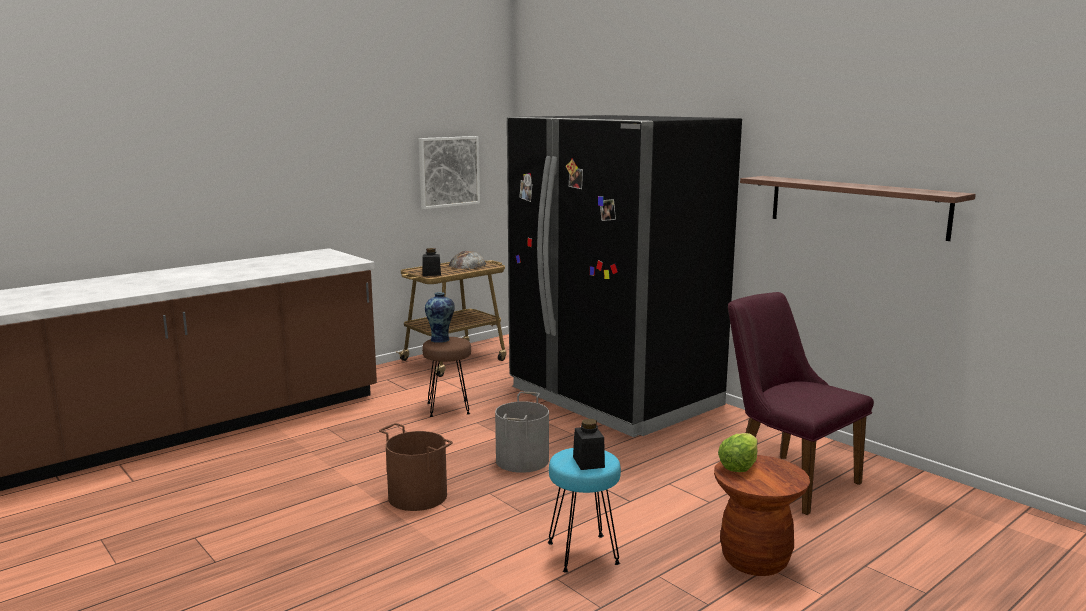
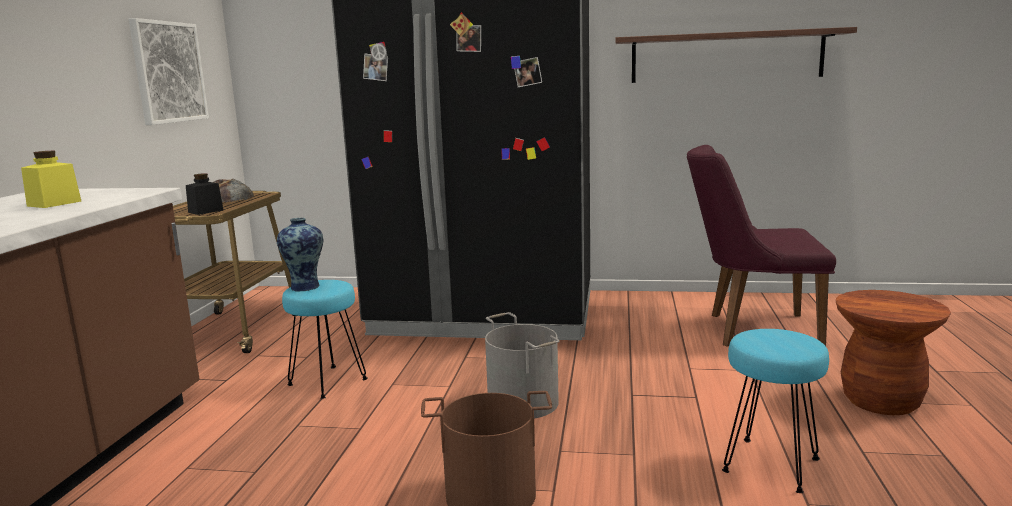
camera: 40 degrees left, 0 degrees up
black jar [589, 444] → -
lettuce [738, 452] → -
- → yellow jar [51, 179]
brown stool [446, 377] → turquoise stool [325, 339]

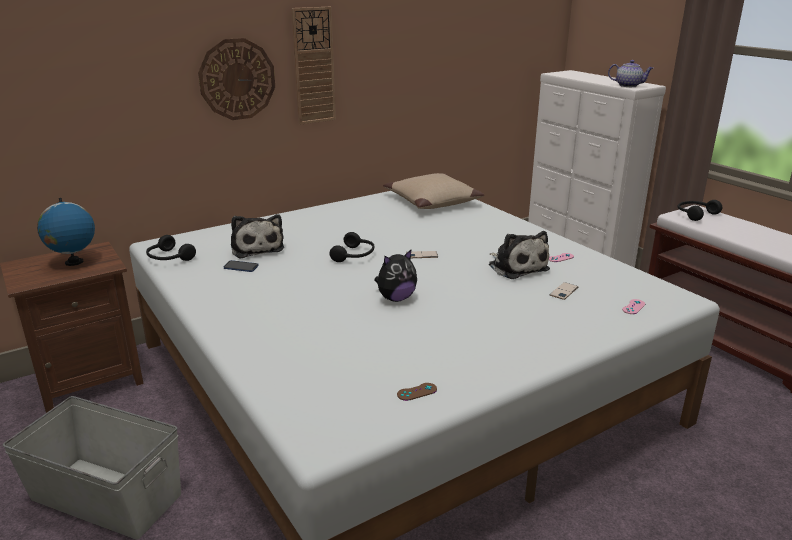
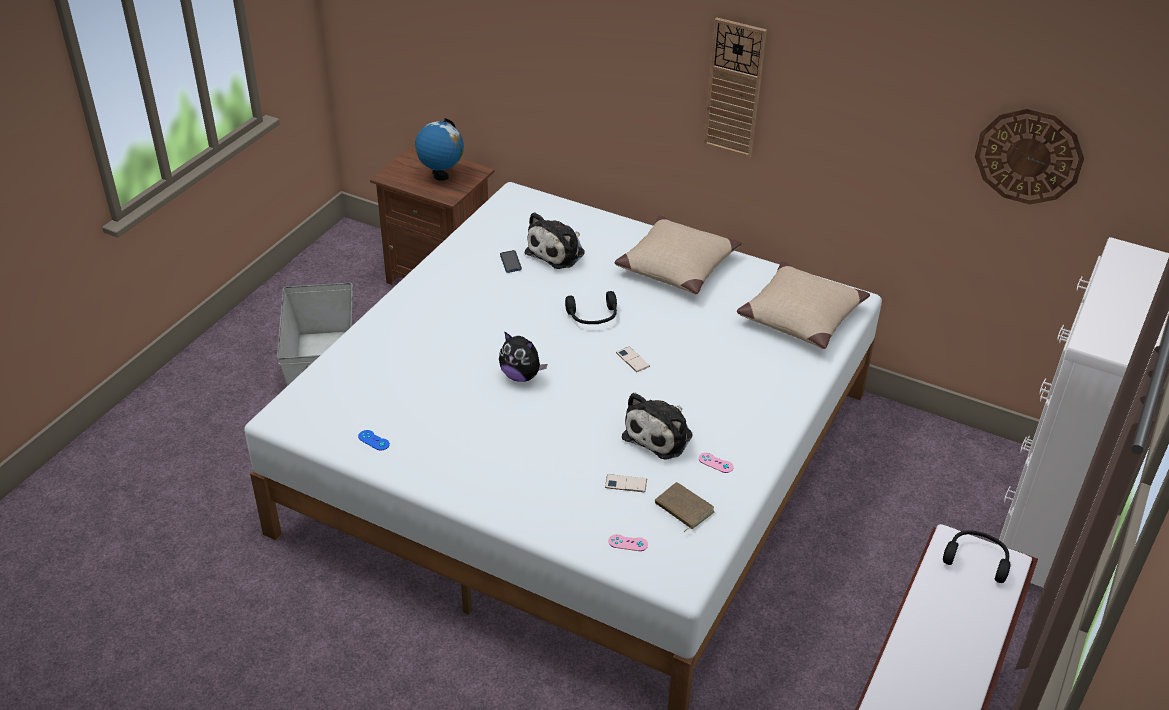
camera: 60 degrees right, 15 degrees up
black headphones [171, 248] → -
teapot [630, 73] → -
- → beige pillow [678, 254]
- → brown book [684, 507]
wall clock [236, 79] → wall clock [1029, 156], shifted
brown game controller [417, 392] → blue game controller [374, 440]

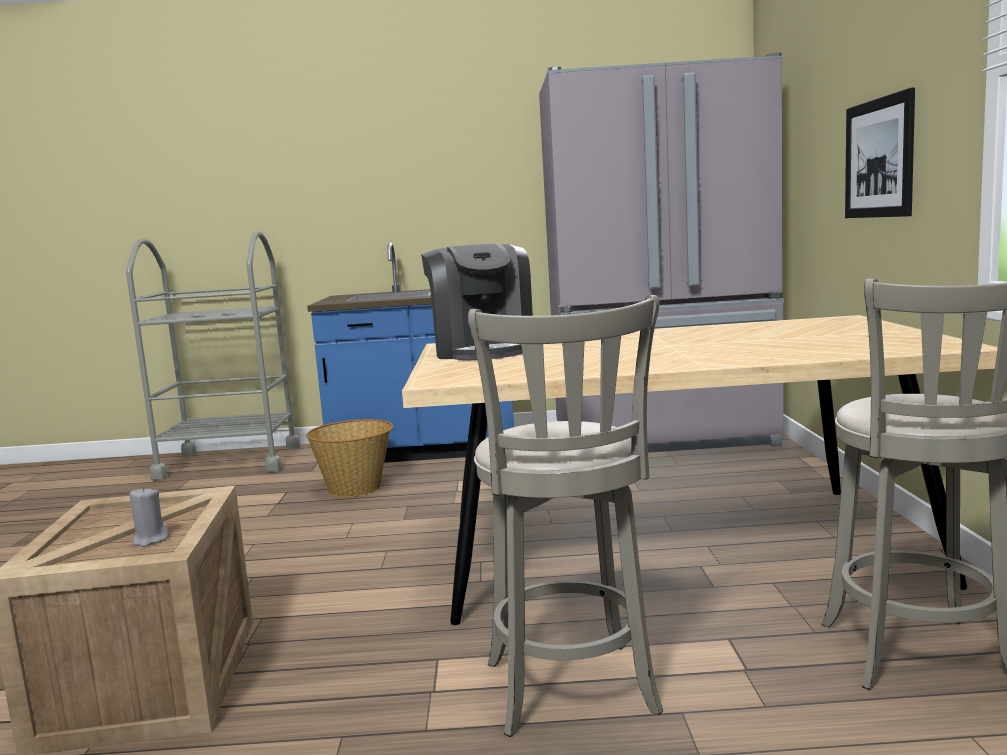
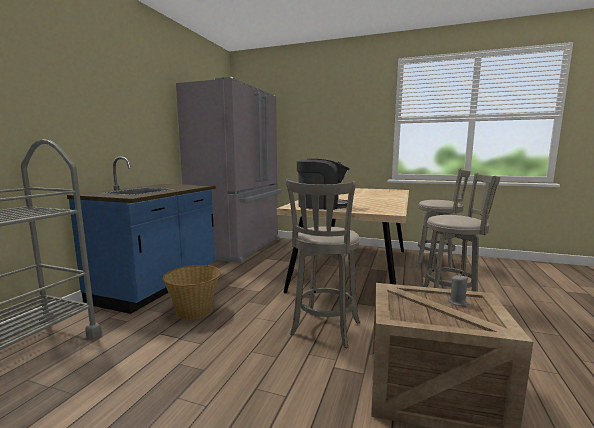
camera: 70 degrees left, 0 degrees up
picture [880, 152] → -
- → grey stool [323, 263]

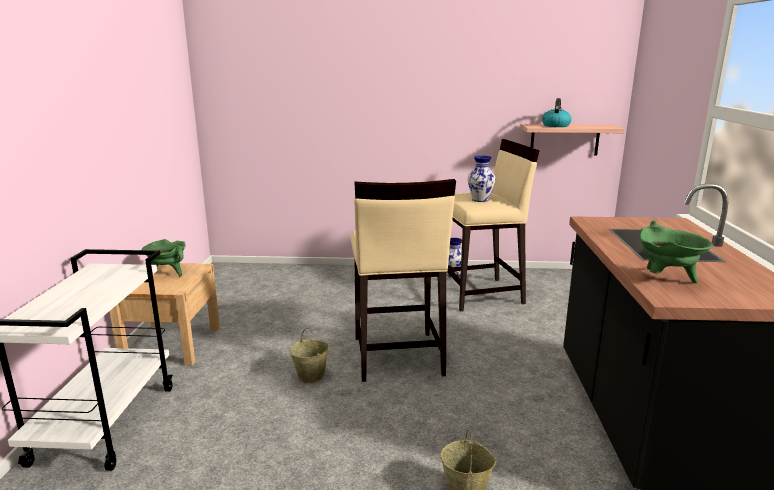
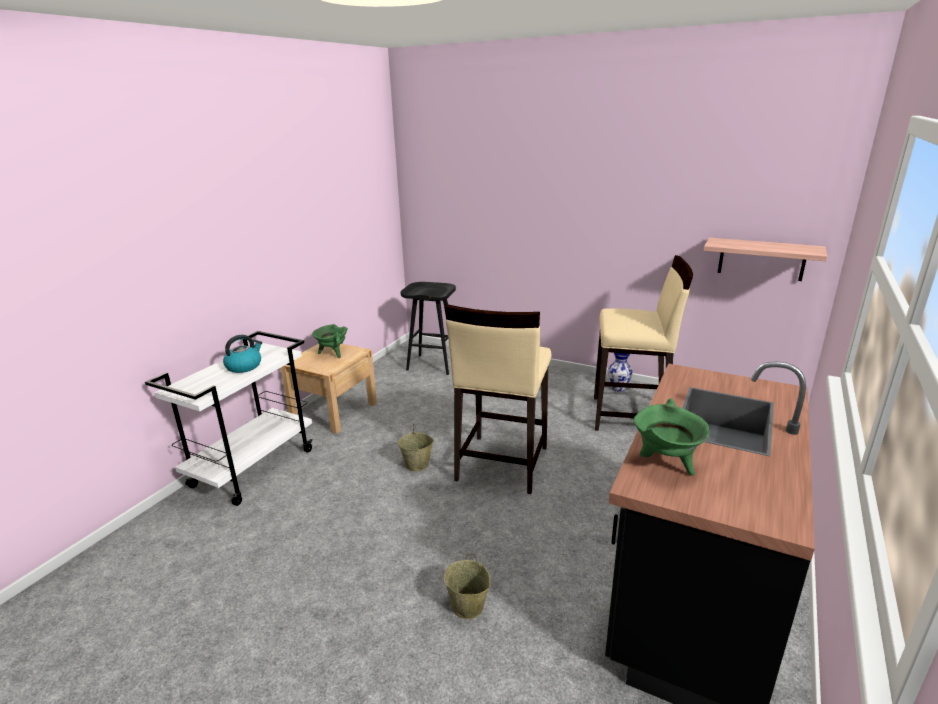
camera: 25 degrees right, 5 degrees up
vase [482, 178] → -
- → black stool [428, 328]
kettle [557, 112] → kettle [242, 354], shifted

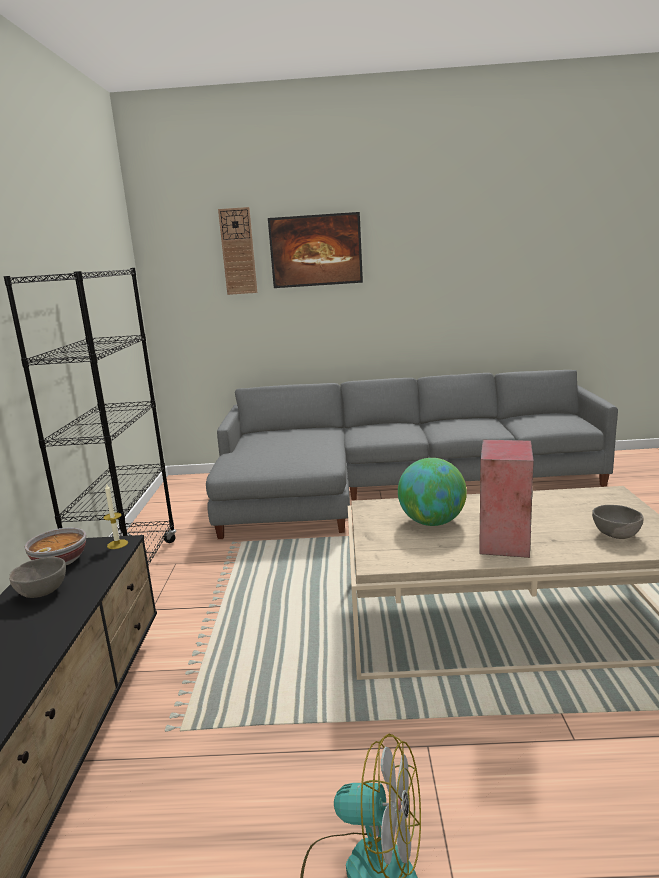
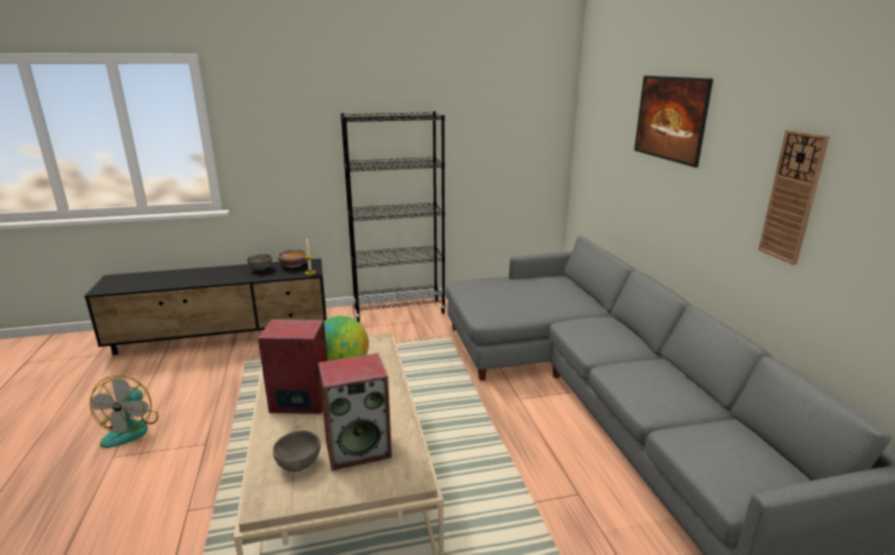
camera: 75 degrees right, 5 degrees up
- → speaker [355, 412]
wall clock [237, 251] → wall clock [794, 197], shifted

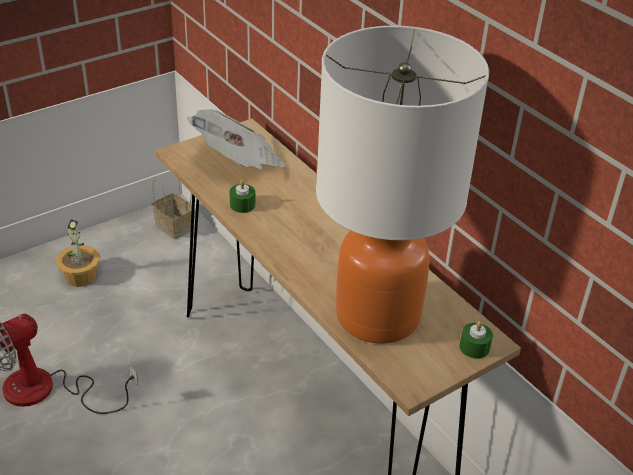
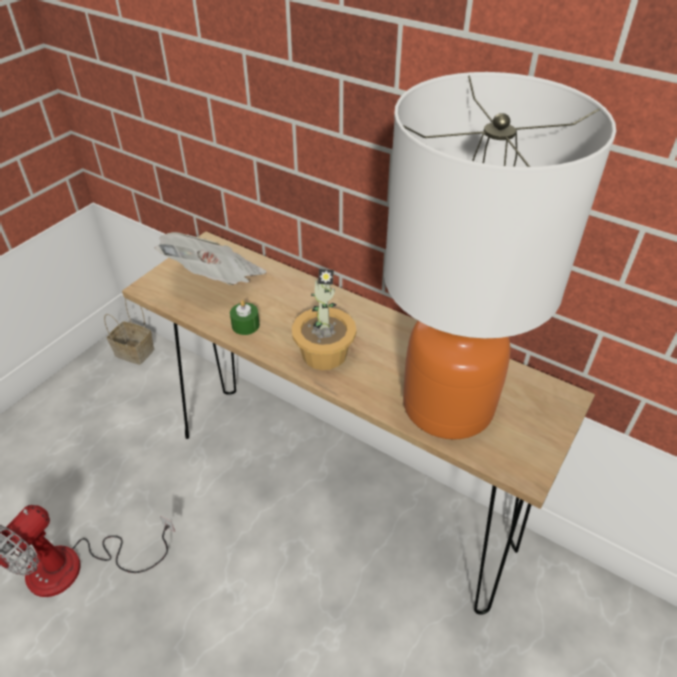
camera: 20 degrees left, 5 degrees up
green candle [476, 340] → -
potted plant [78, 253] → potted plant [324, 319], shifted

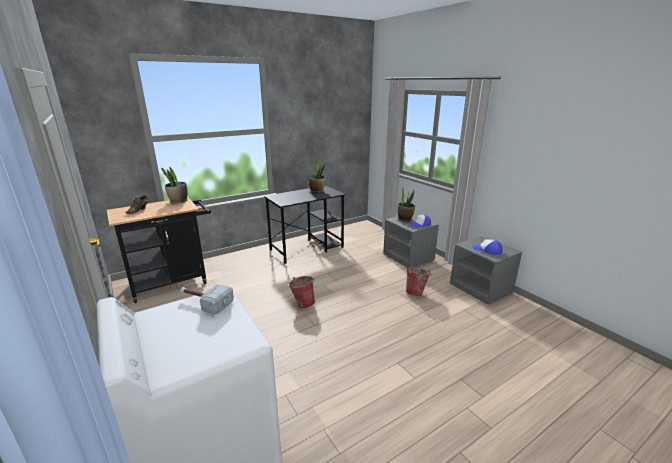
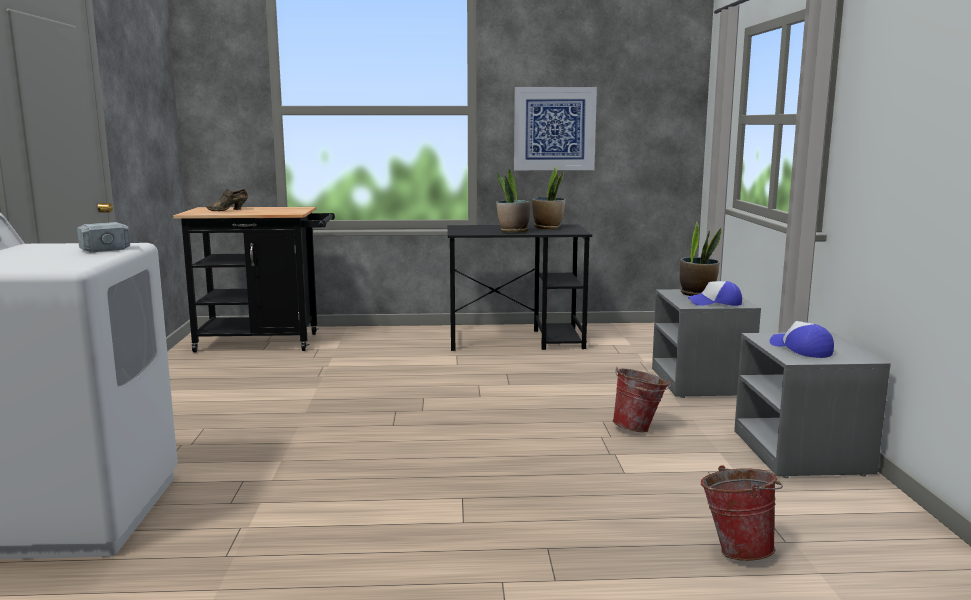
camera: 30 degrees right, 10 degrees down
- → picture [555, 128]
potted plant [174, 185] → potted plant [513, 201], shifted
bucket [302, 292] → bucket [742, 513], shifted

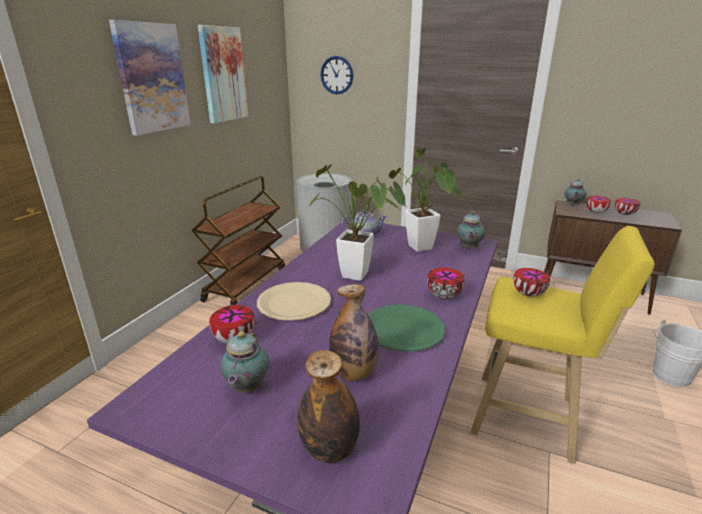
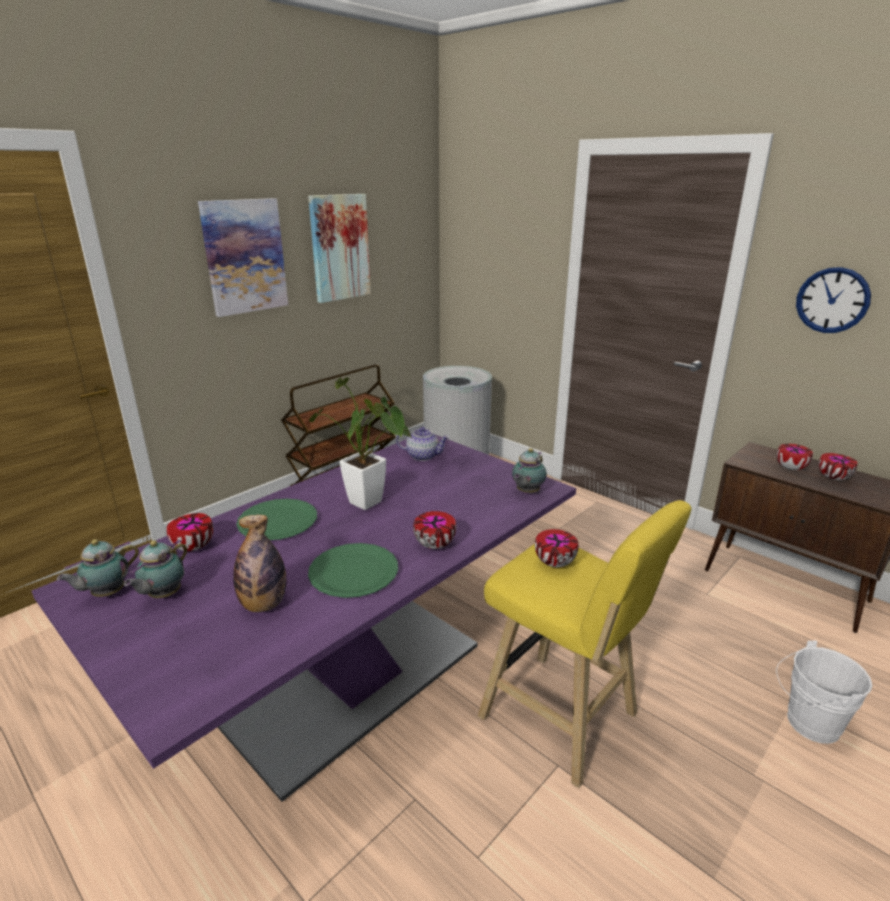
camera: 20 degrees right, 0 degrees up
bottle [328, 406] → -
potted plant [425, 200] → -
wall clock [336, 75] → wall clock [833, 300], shifted
teapot [575, 192] → teapot [98, 568], shifted
beige plate [294, 301] → green plate [276, 519]

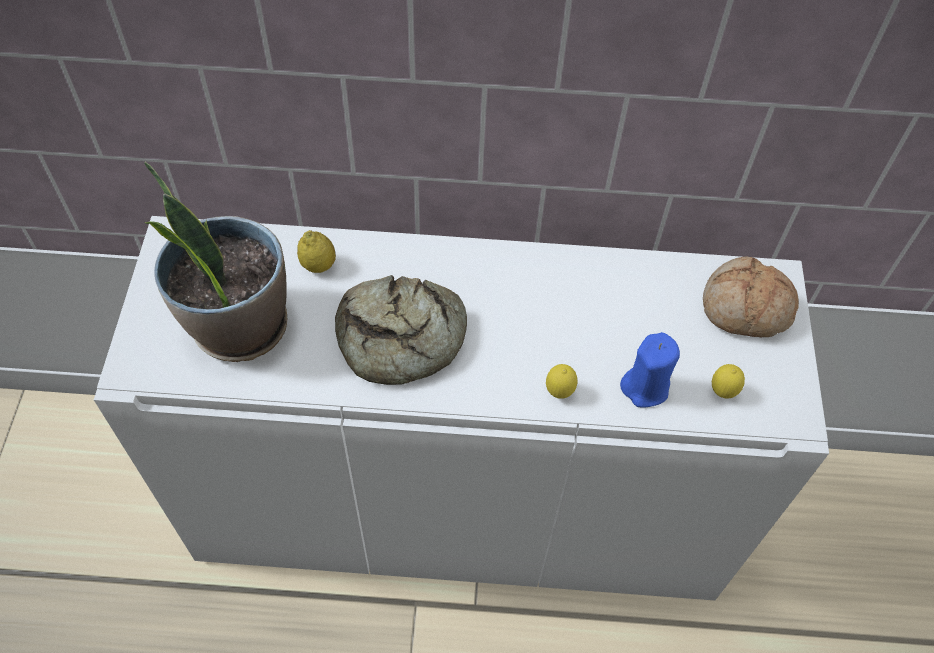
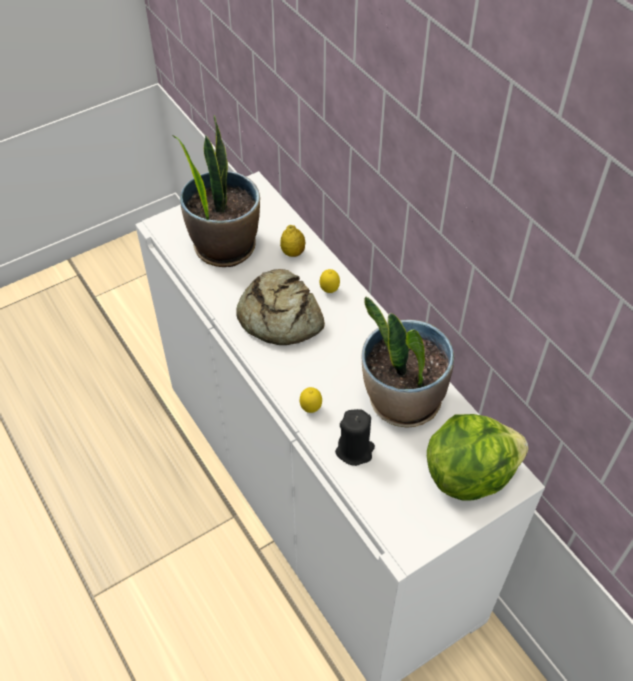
camera: 55 degrees right, 5 degrees down
- → potted plant [407, 362]
lemon [728, 381] → lemon [330, 281], shifted
bread [751, 296] → lettuce [477, 457]
blue candle [650, 370] → black candle [355, 437]

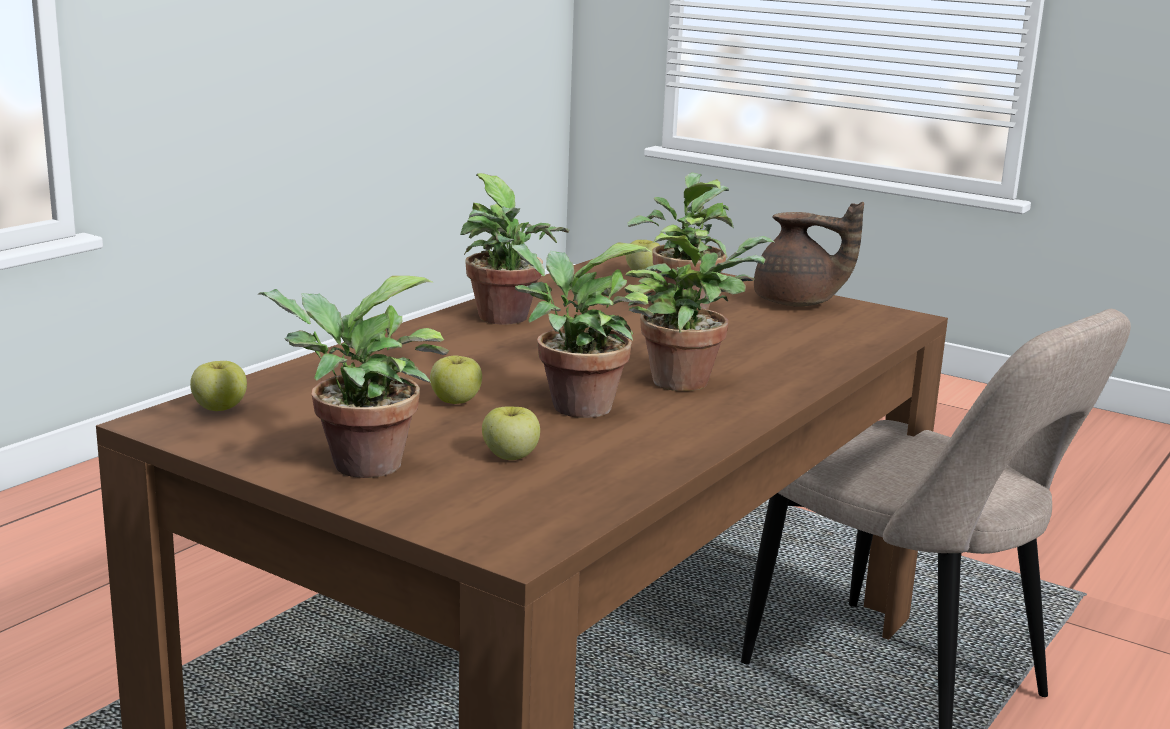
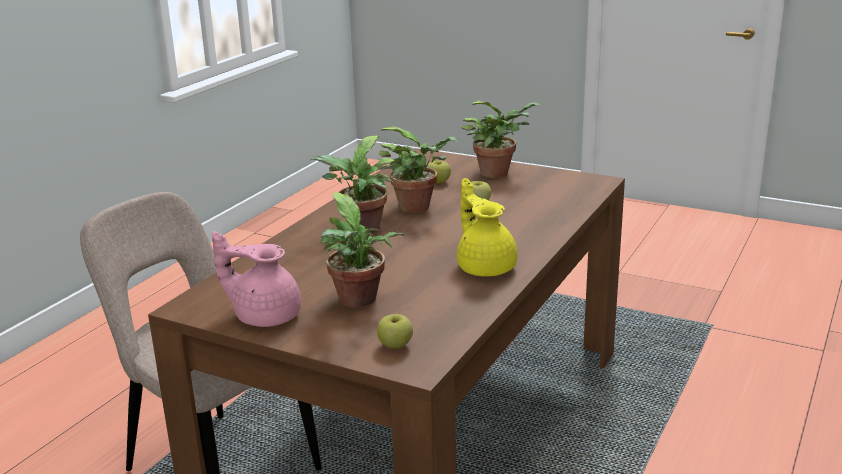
camera: 175 degrees right, 5 degrees up
apple [218, 386] → -
potted plant [514, 249] → yellow teapot [487, 227]
brown teapot [809, 254] → pink teapot [256, 279]

